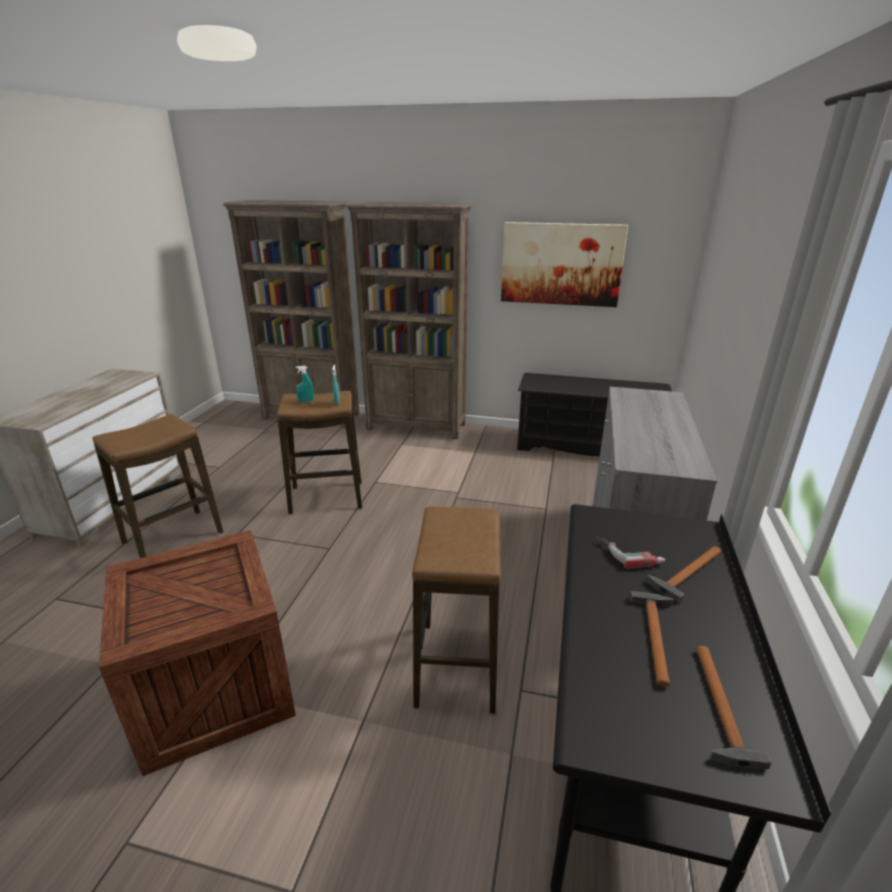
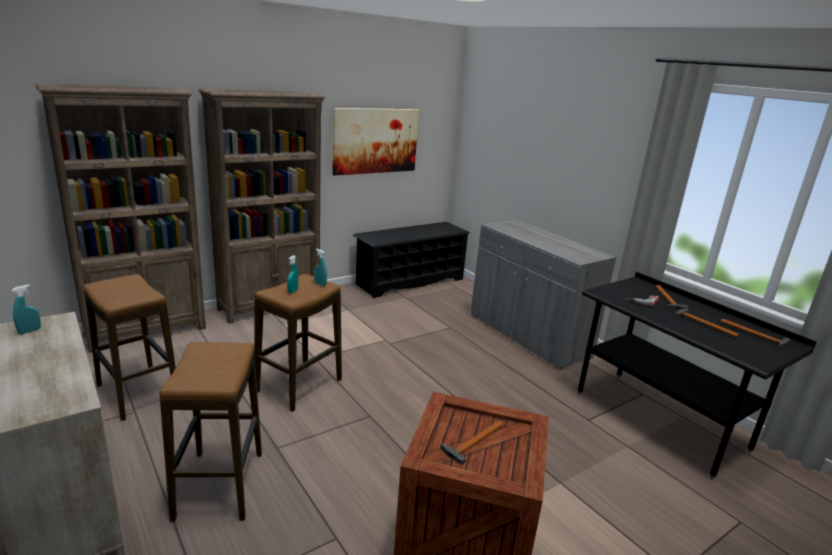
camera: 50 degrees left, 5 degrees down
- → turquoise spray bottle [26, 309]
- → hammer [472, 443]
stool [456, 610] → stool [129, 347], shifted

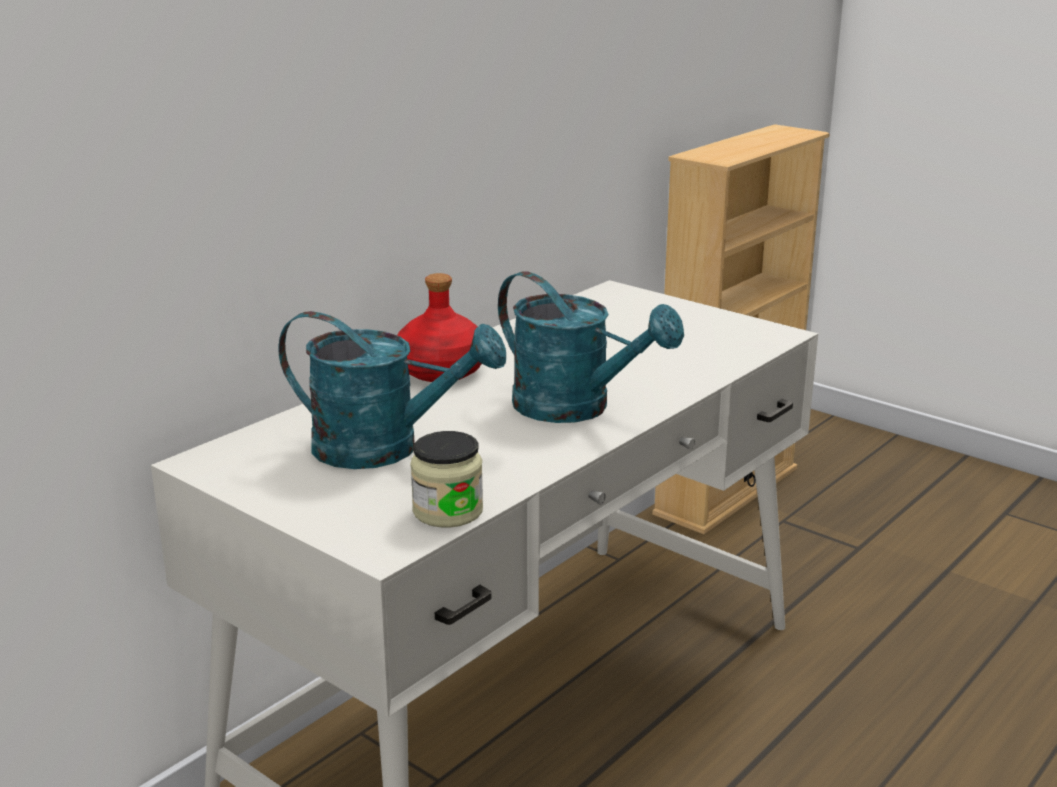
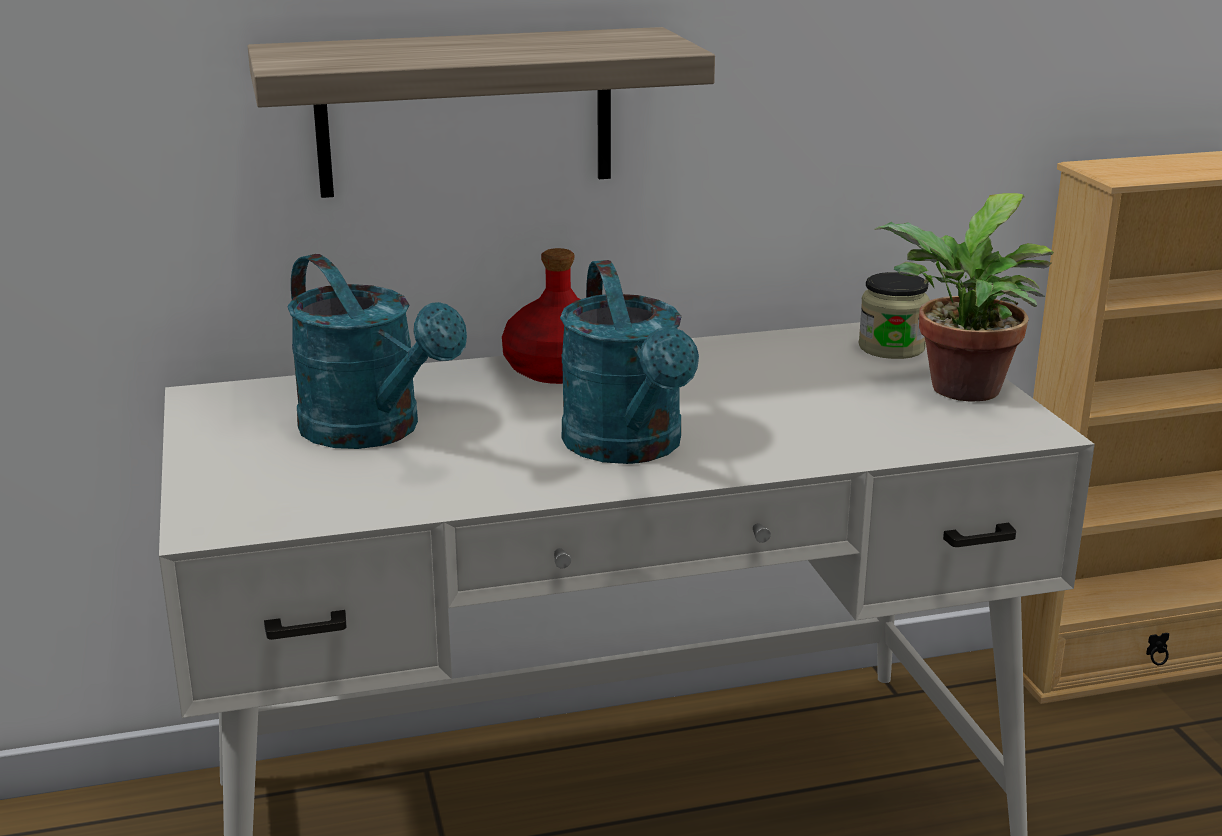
camera: 35 degrees right, 0 degrees up
- → shelf [481, 112]
- → potted plant [964, 297]
jar [446, 479] → jar [894, 315], shifted

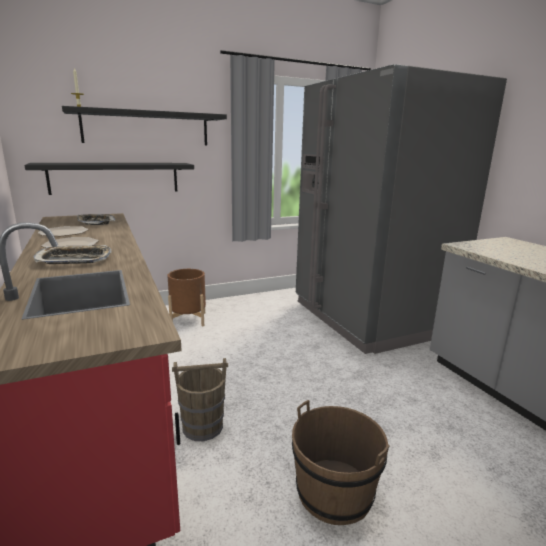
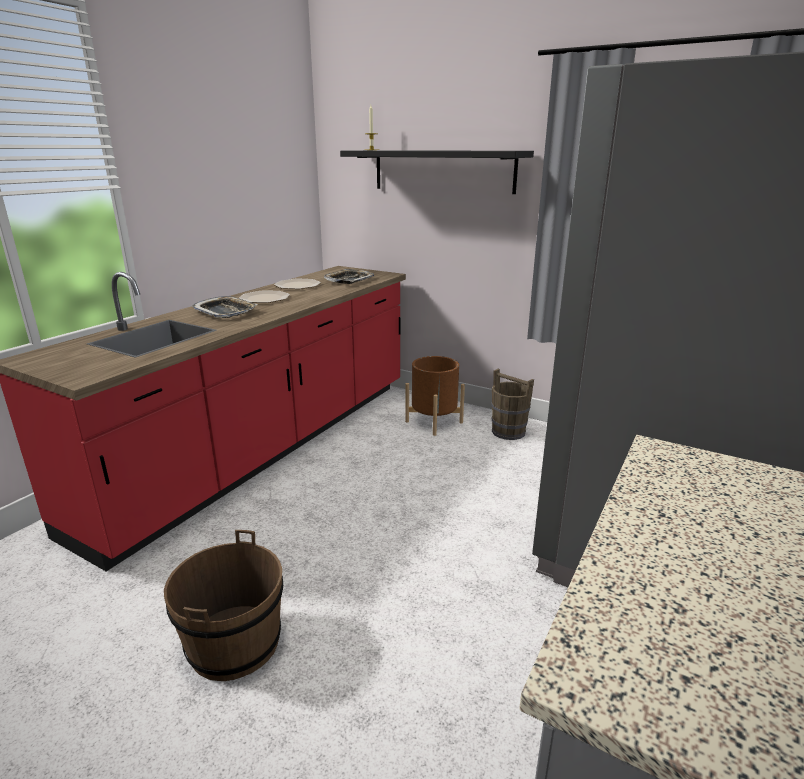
camera: 55 degrees right, 5 degrees up
black shelf [109, 179] → -
brown bucket [200, 399] → brown bucket [512, 404], shifted

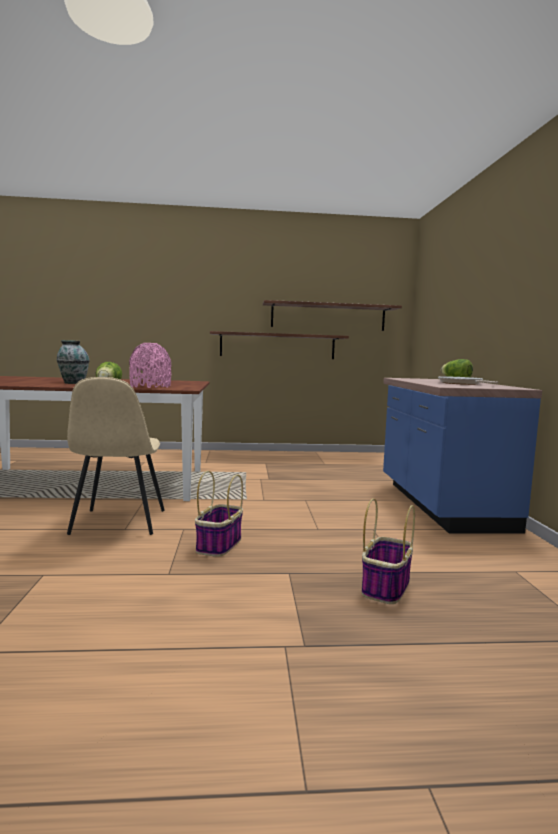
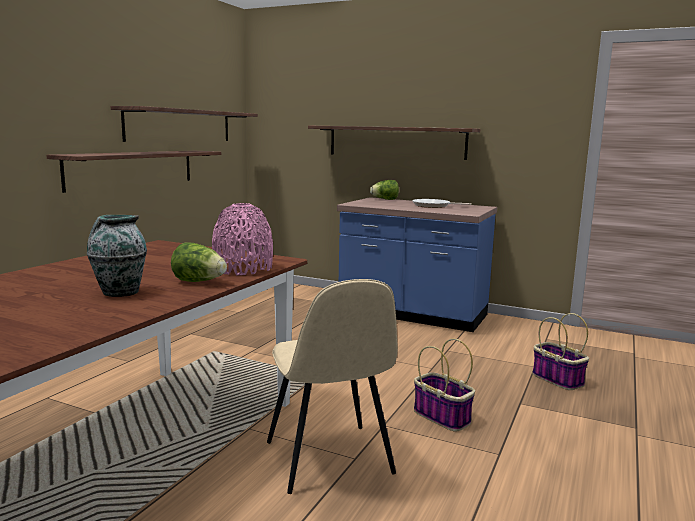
camera: 60 degrees left, 5 degrees up
- → shelf [394, 142]
beige chair [116, 456] → beige chair [332, 386], 45 degrees clockwise

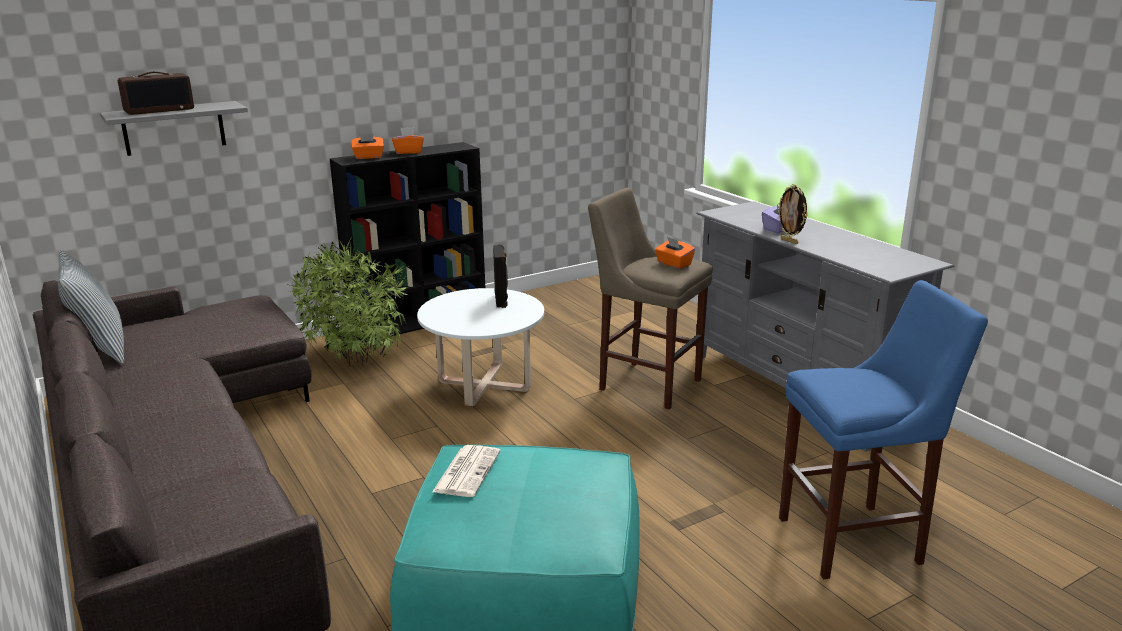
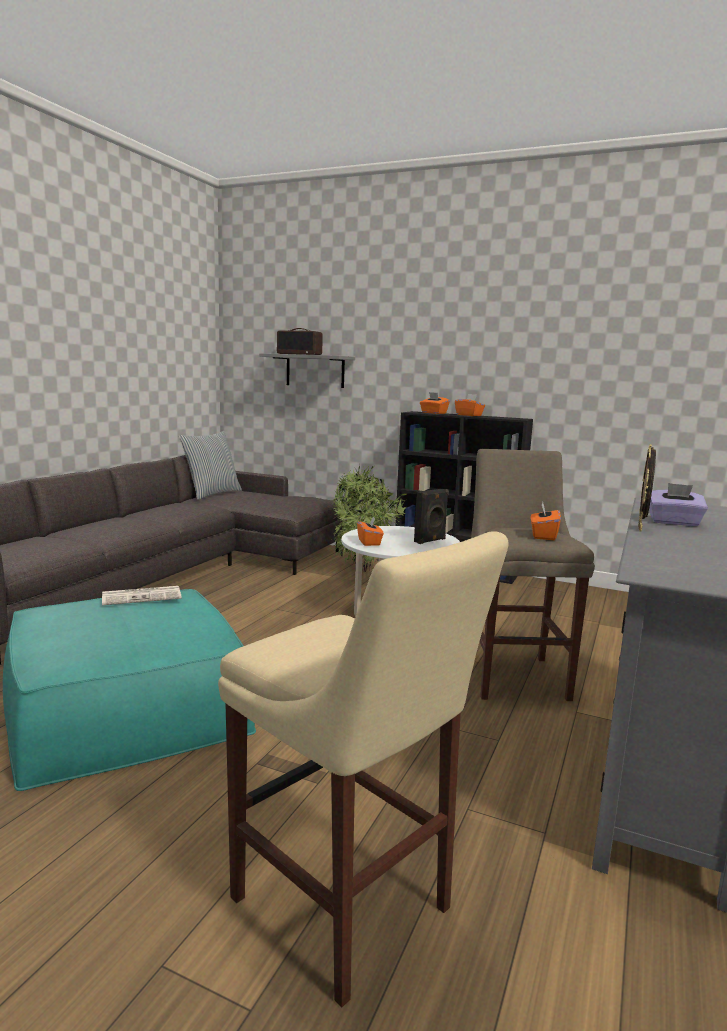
camera: 55 degrees right, 10 degrees down
- → orange tissue box [370, 531]
blue stool [883, 429] → beige stool [363, 769]

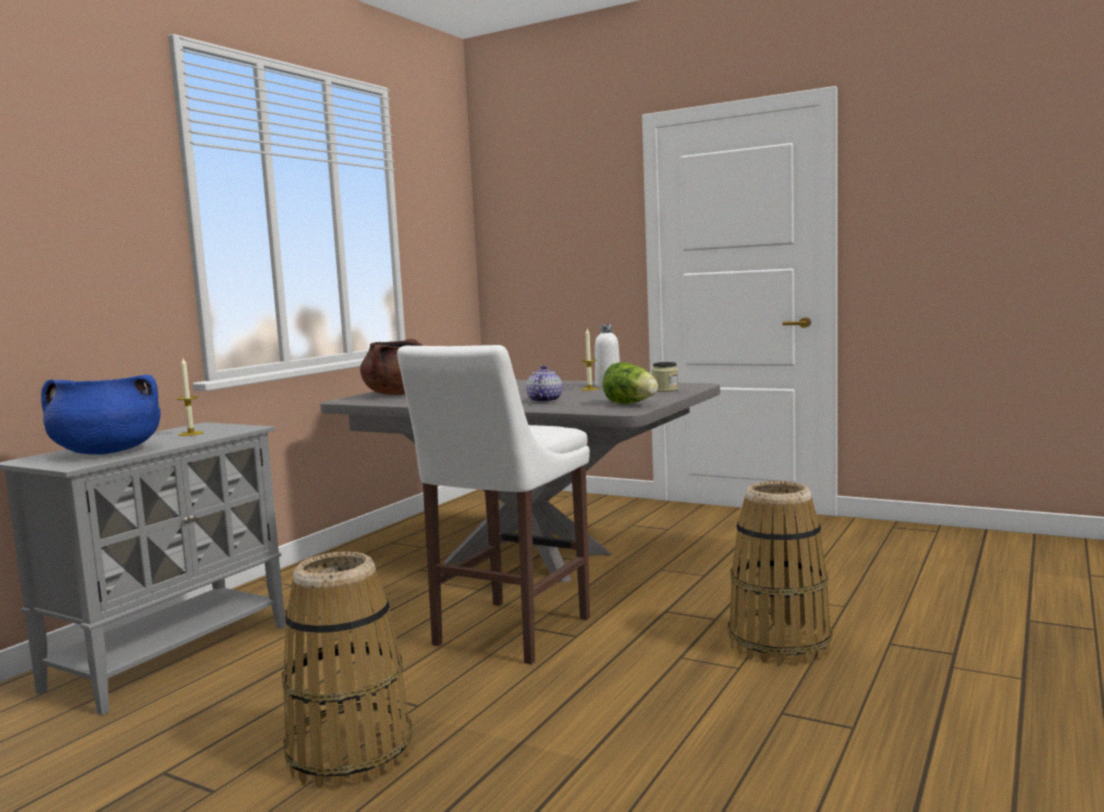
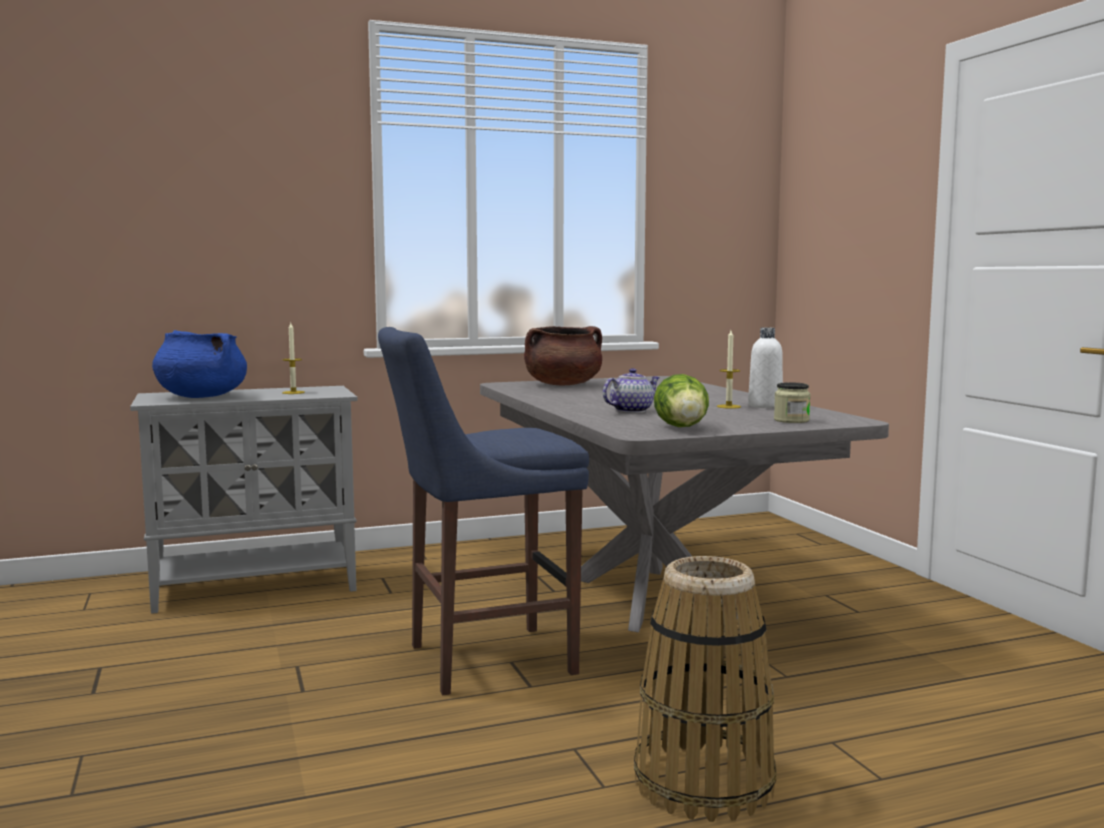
camera: 40 degrees right, 0 degrees up
basket [347, 670] → -
white stool [493, 504] → blue stool [483, 511]

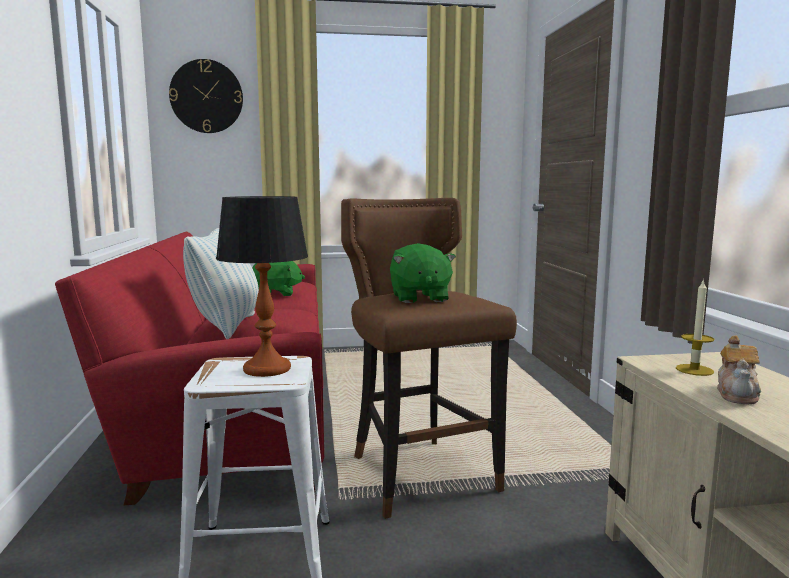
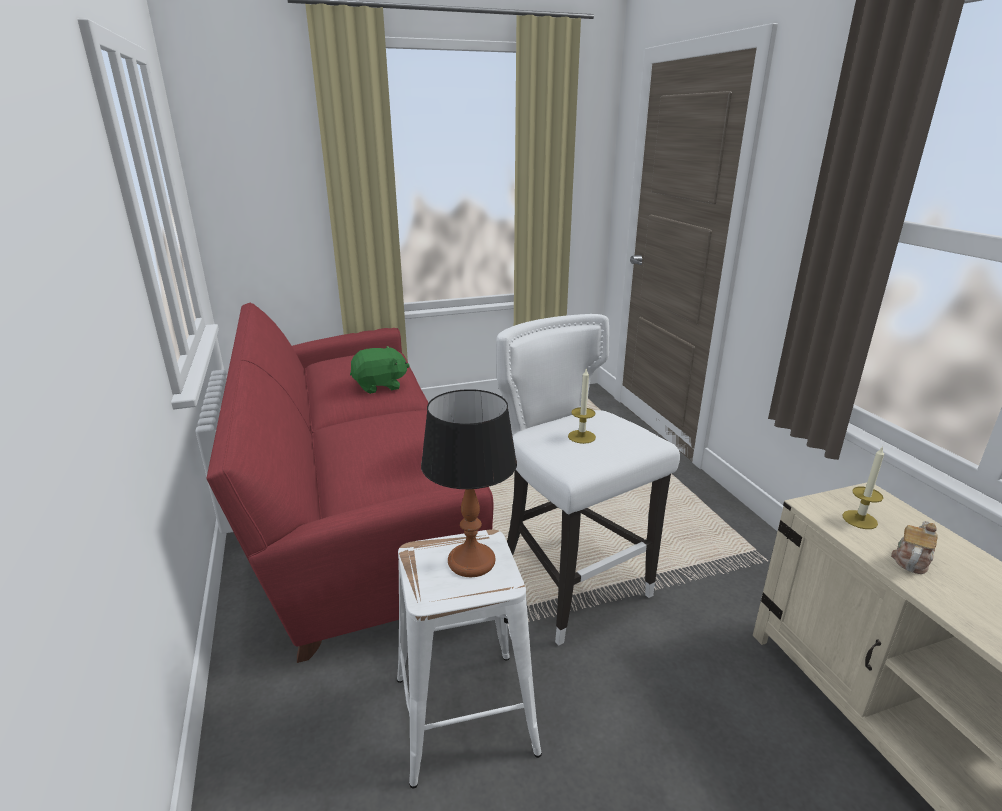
camera: 10 degrees left, 15 degrees up
wall clock [206, 96] → -
pillow [221, 283] → -
green plush toy [423, 273] → candle [582, 405]
brown stool [429, 358] → white stool [588, 480]
teapot [739, 369] → teapot [914, 547], 150 degrees counterclockwise

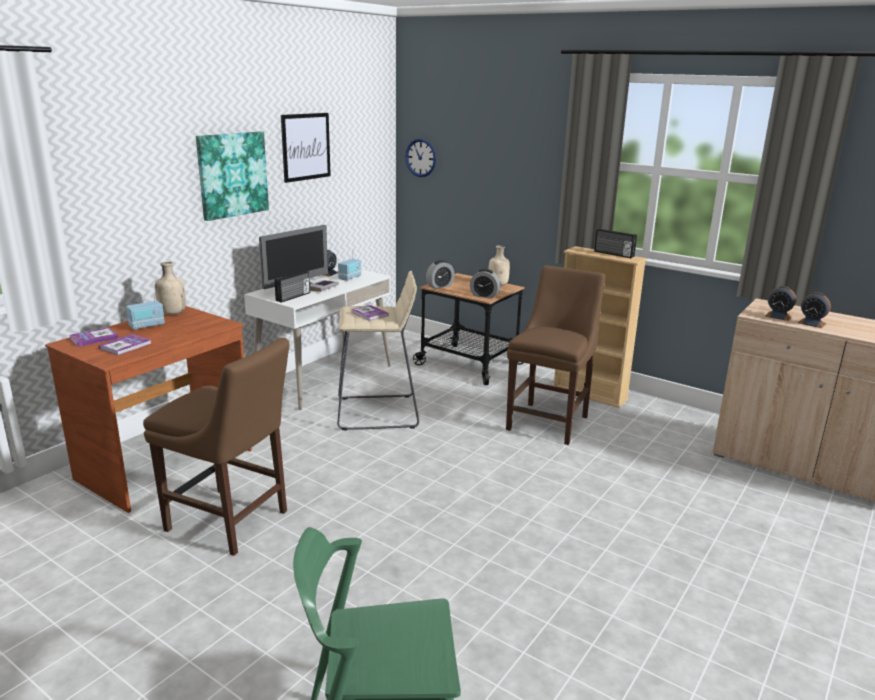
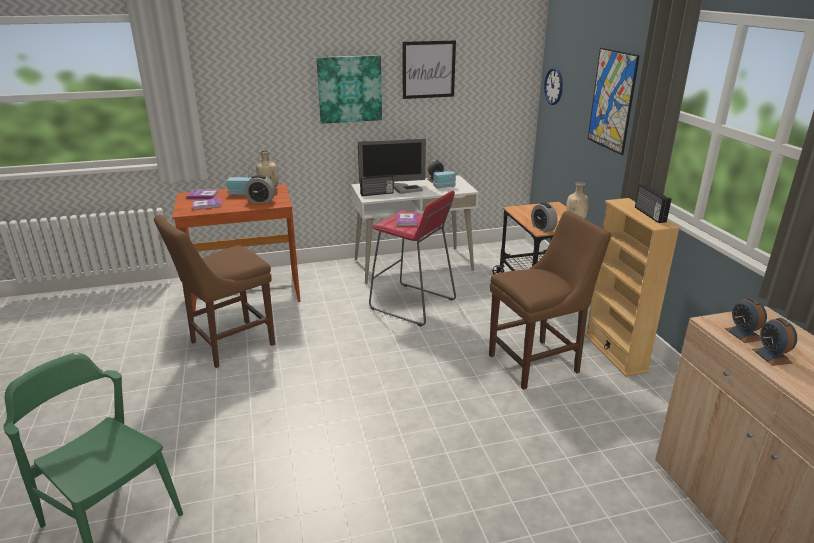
camera: 40 degrees right, 5 degrees up
- → picture [614, 101]
alarm clock [440, 274] → alarm clock [260, 189], shifted
beige stool [378, 350] → red stool [412, 258]
brown chair [216, 447] → brown chair [214, 291], 75 degrees clockwise

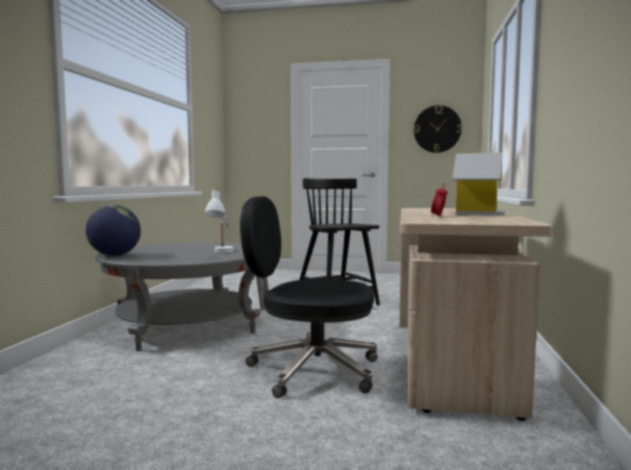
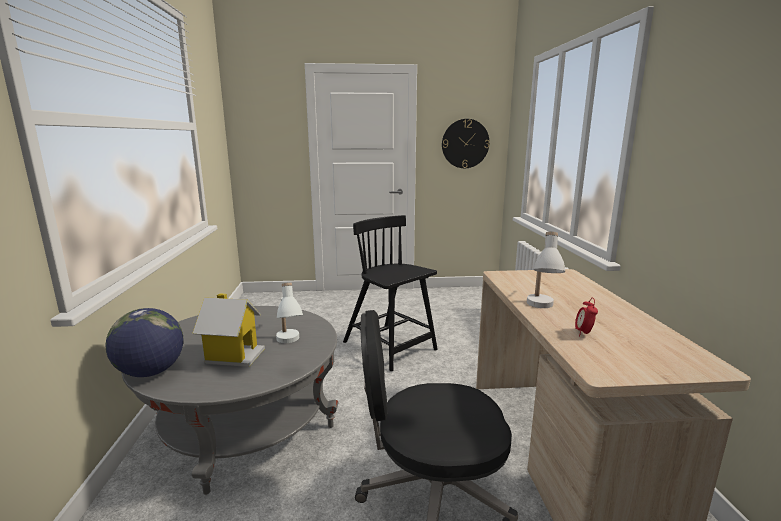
camera: 15 degrees left, 10 degrees up
- → white table lamp [546, 270]
toy house [478, 184] → toy house [228, 330], shifted

